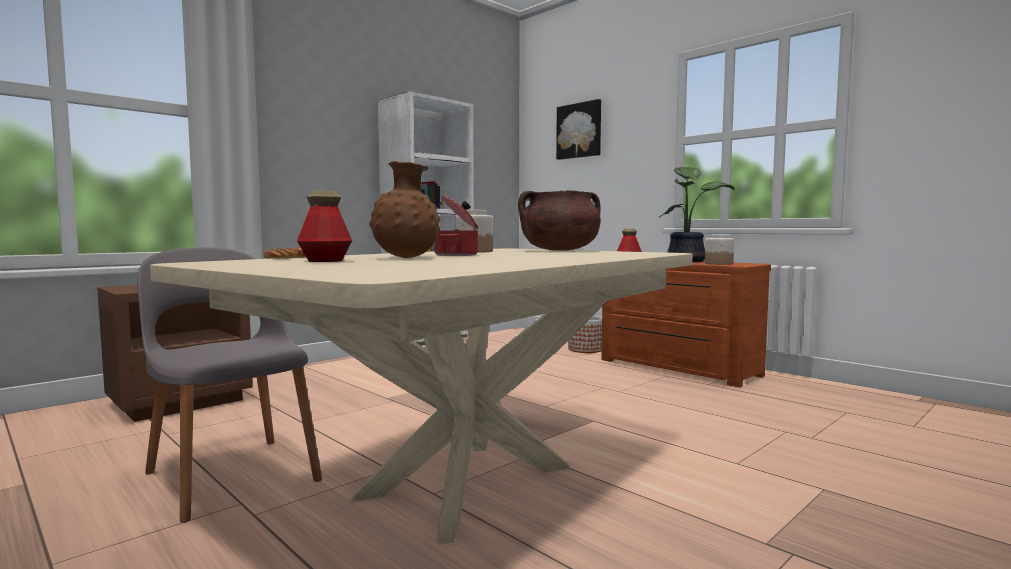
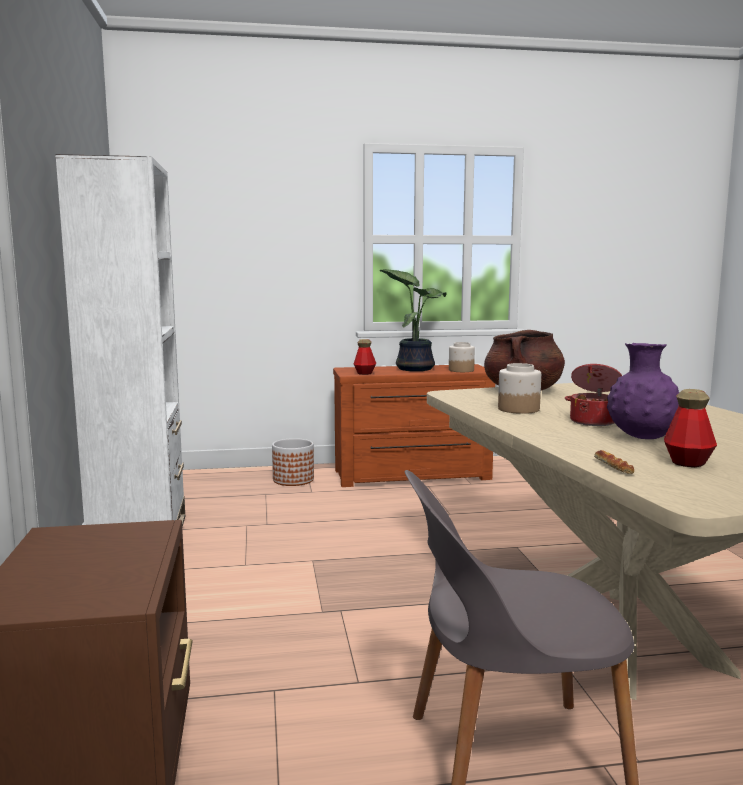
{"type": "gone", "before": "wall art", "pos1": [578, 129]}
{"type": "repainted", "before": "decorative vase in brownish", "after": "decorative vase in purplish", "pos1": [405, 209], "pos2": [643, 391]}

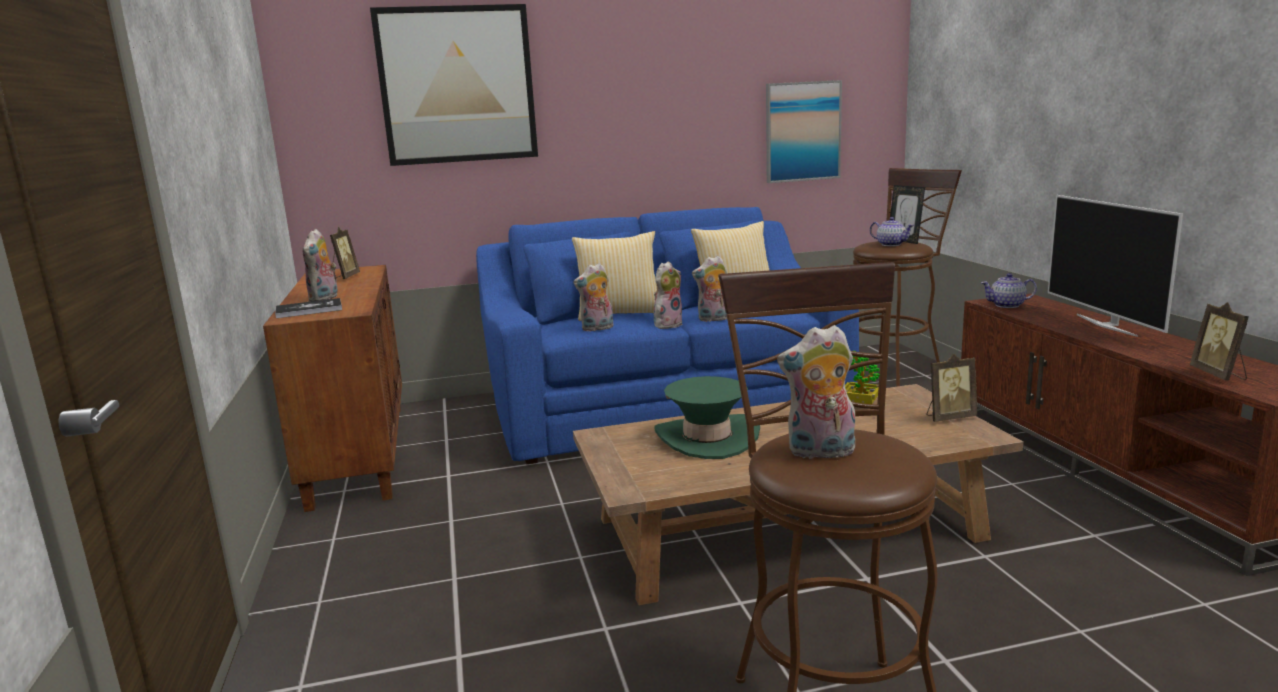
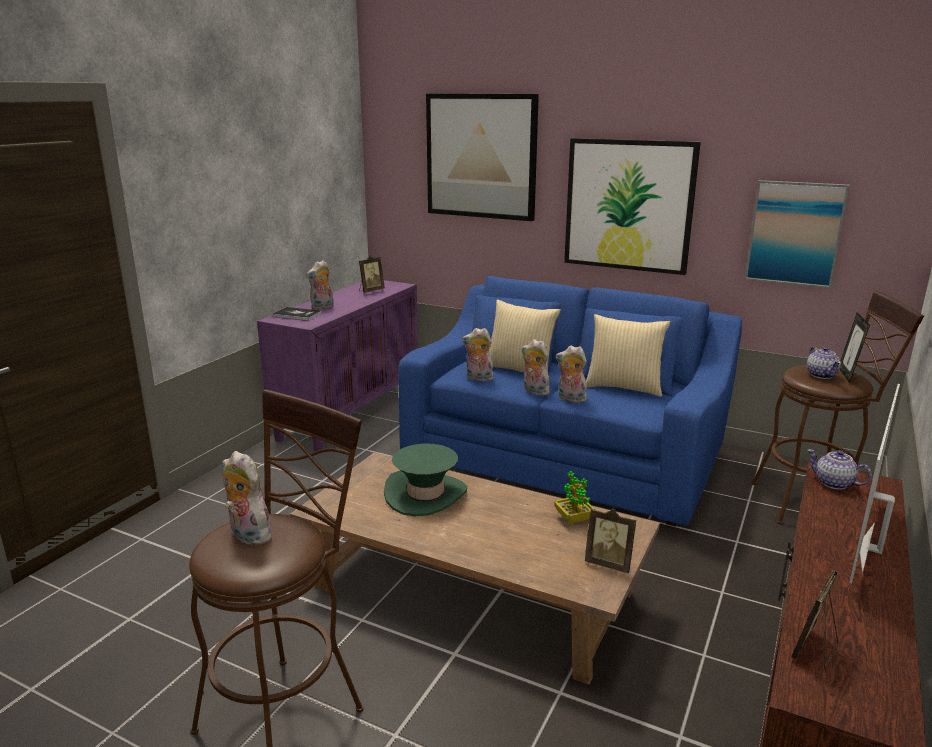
{"type": "new", "after": "wall art", "pos2": [632, 206]}
{"type": "repainted", "before": "cupboard in brownish", "after": "cupboard in purplish", "pos1": [332, 388], "pos2": [337, 365]}
{"type": "rotated", "before": "plush toy", "pos1": [668, 295], "pos2": [536, 367], "turn": -135}

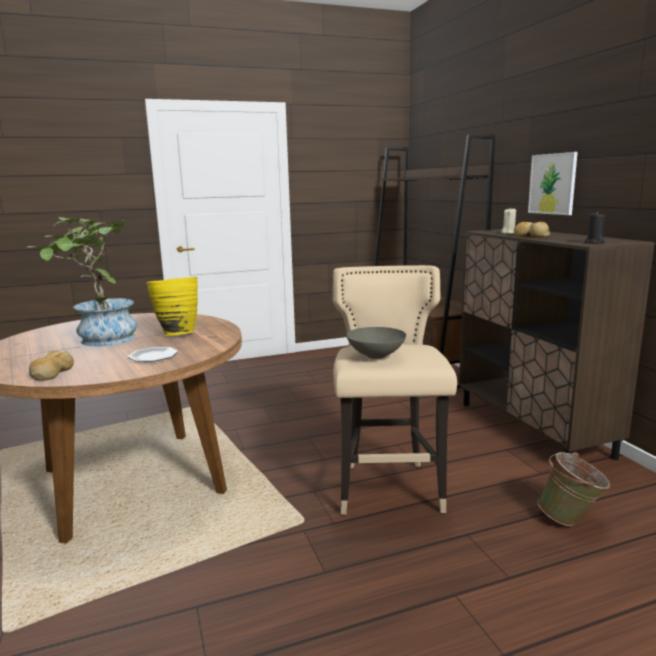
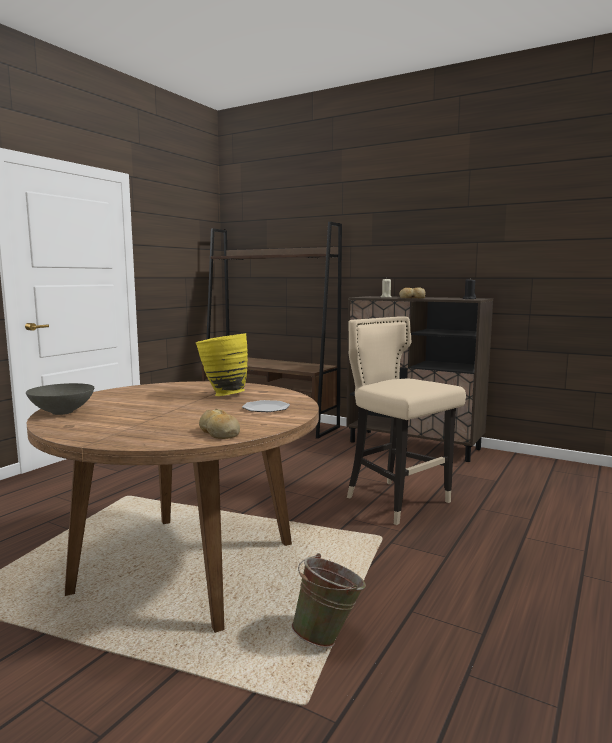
{"type": "gone", "before": "houseplant", "pos1": [82, 281]}
{"type": "gone", "before": "wall art", "pos1": [553, 183]}
{"type": "shifted", "before": "deep dish in grey", "pos1": [376, 343], "pos2": [60, 399]}
{"type": "shifted", "before": "water bucket in green", "pos1": [574, 489], "pos2": [328, 600]}

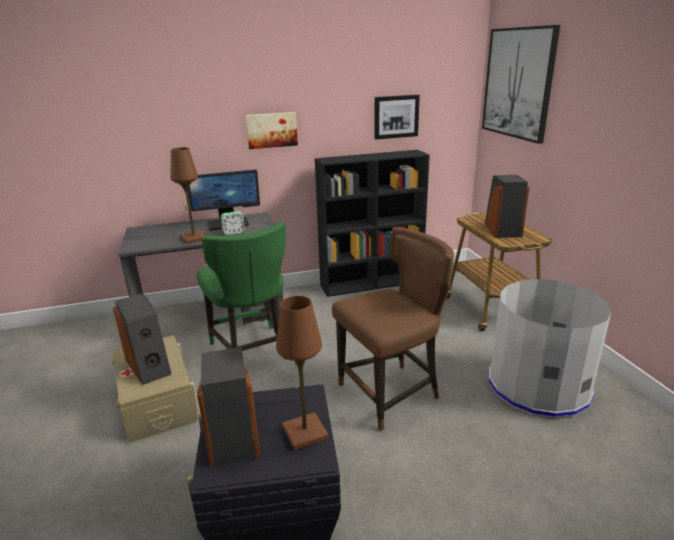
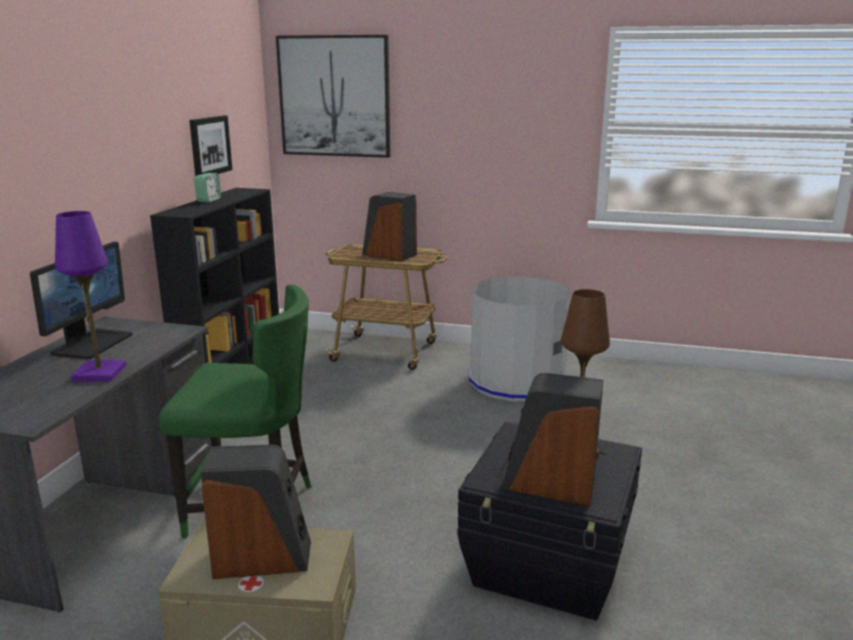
{"type": "gone", "before": "wall art", "pos1": [272, 130]}
{"type": "gone", "before": "chair in brownish", "pos1": [393, 329]}
{"type": "shifted", "before": "alarm clock", "pos1": [233, 223], "pos2": [207, 187]}
{"type": "repainted", "before": "table lamp in brownish", "after": "table lamp in purplish", "pos1": [188, 195], "pos2": [90, 296]}

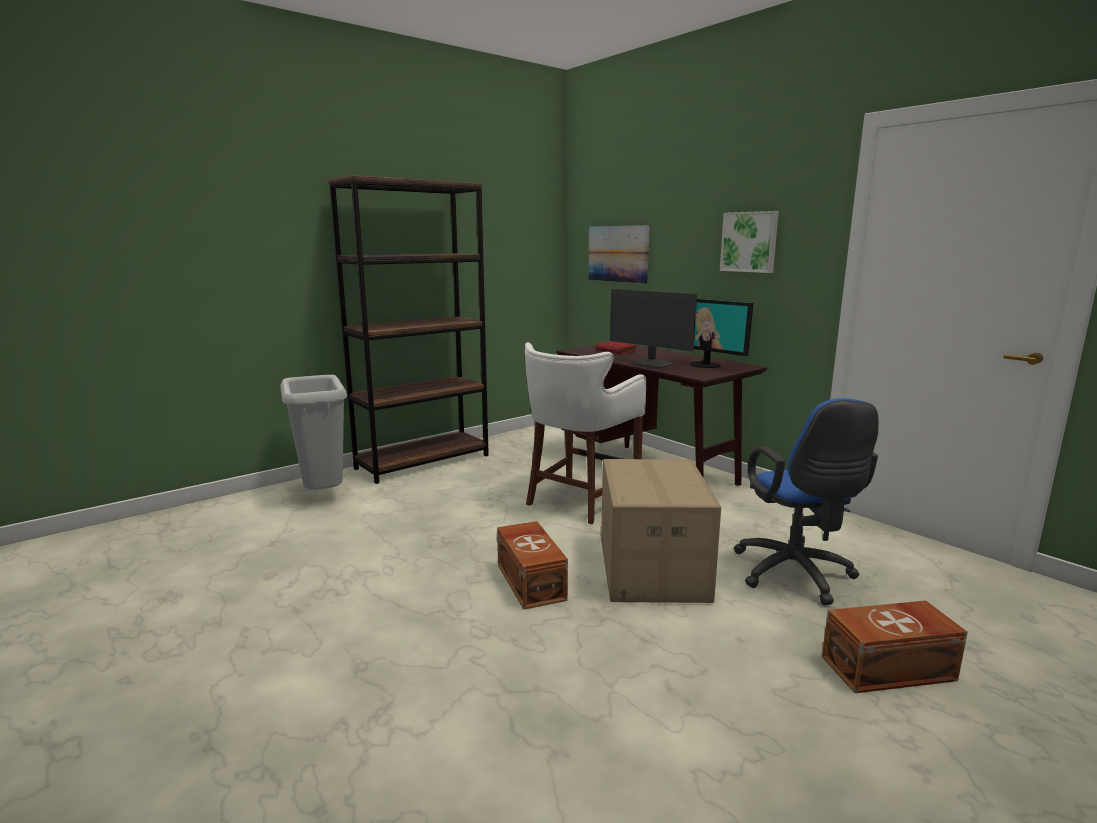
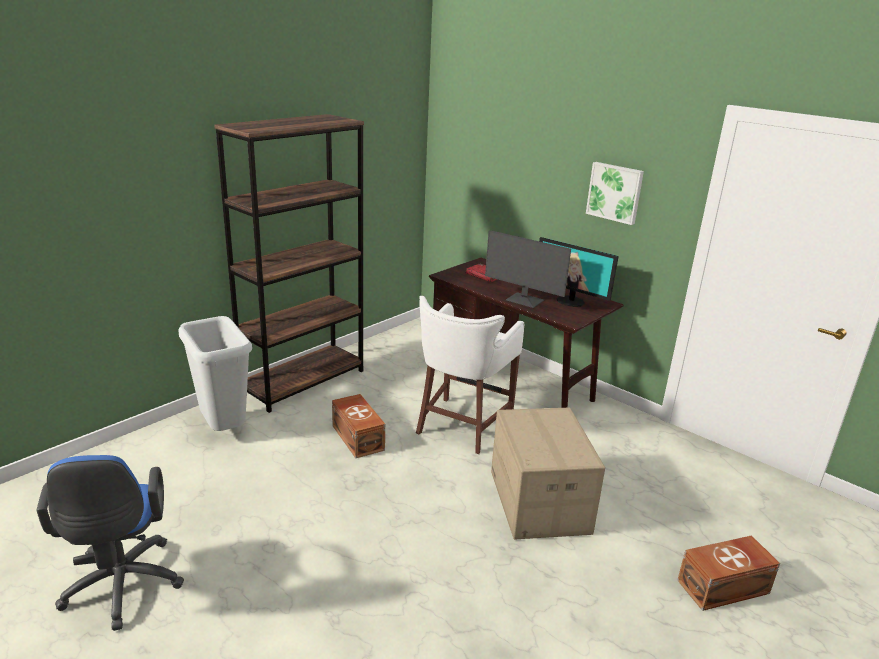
{"type": "gone", "before": "wall art", "pos1": [619, 254]}
{"type": "shifted", "before": "storage bin in brownish", "pos1": [532, 565], "pos2": [358, 426]}
{"type": "shifted", "before": "computer chair in blue", "pos1": [806, 501], "pos2": [110, 543]}

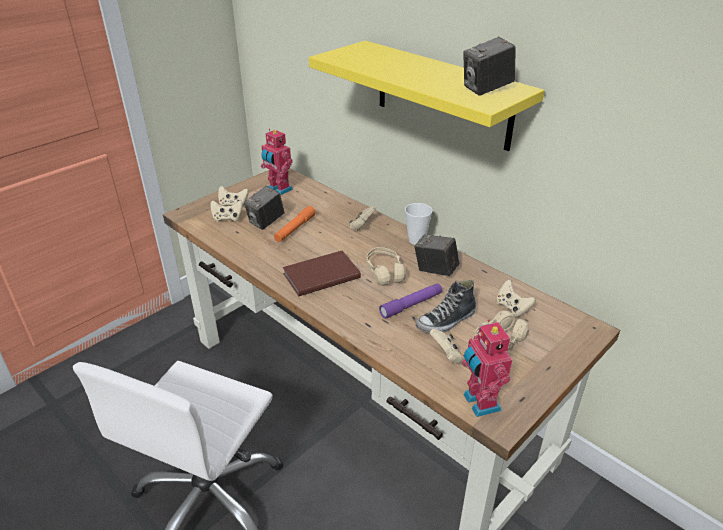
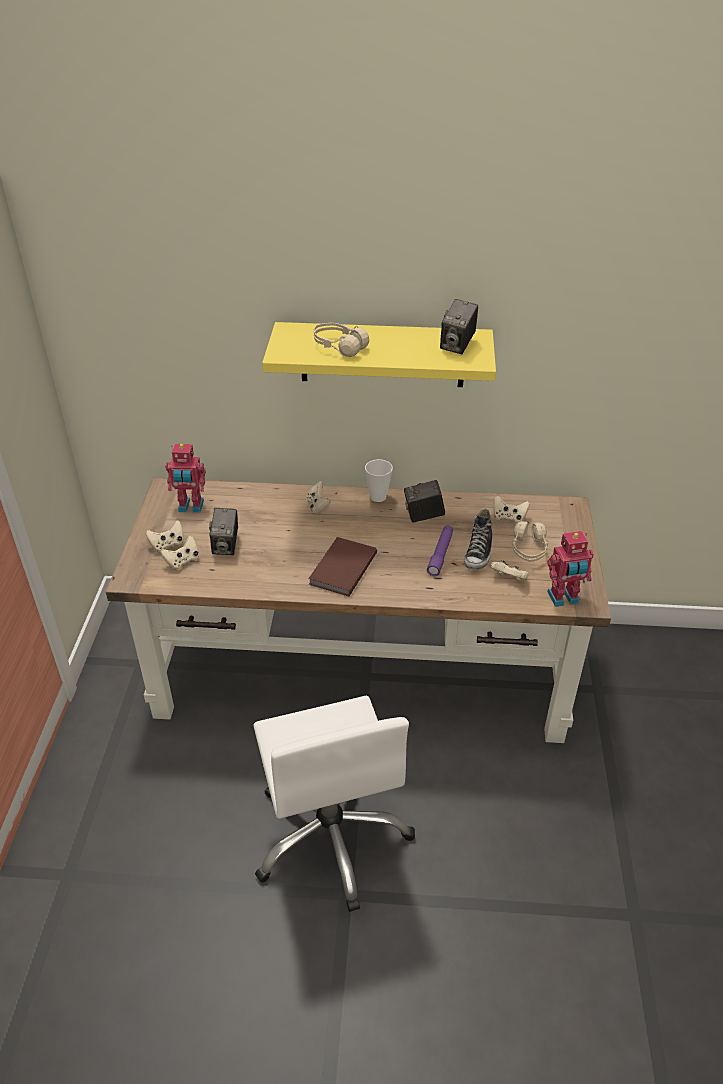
{"type": "gone", "before": "flashlight in orangey", "pos1": [295, 224]}
{"type": "shifted", "before": "headphones in beige", "pos1": [386, 266], "pos2": [341, 340]}
{"type": "rotated", "before": "toy robot", "pos1": [487, 368], "pos2": [570, 569], "turn": -45}

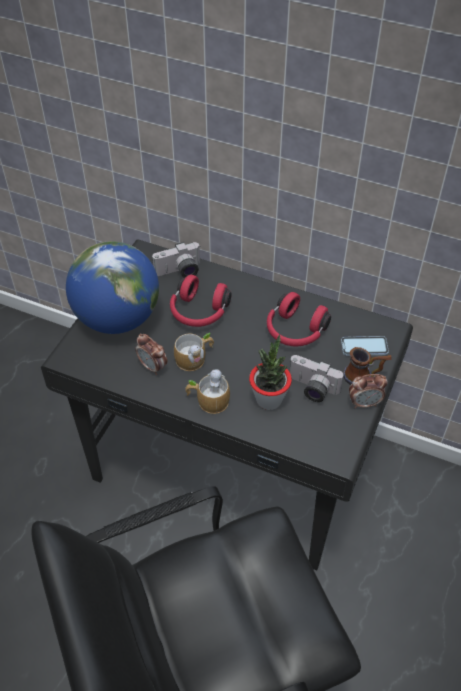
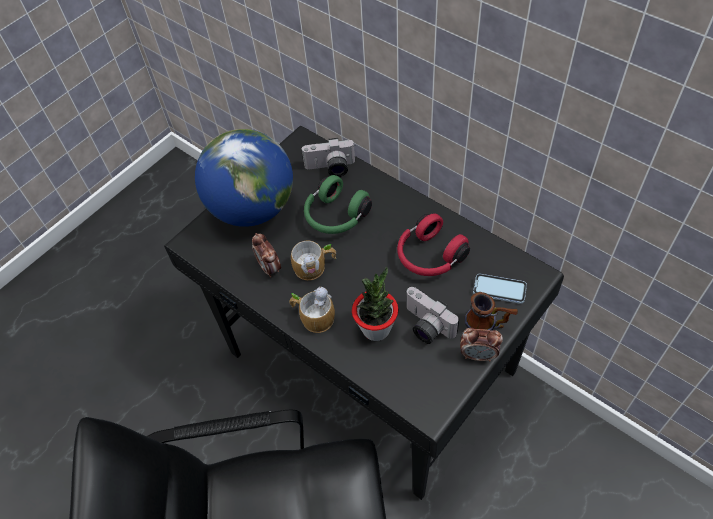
{"type": "repainted", "before": "headphones in red", "after": "headphones in green", "pos1": [201, 300], "pos2": [338, 204]}

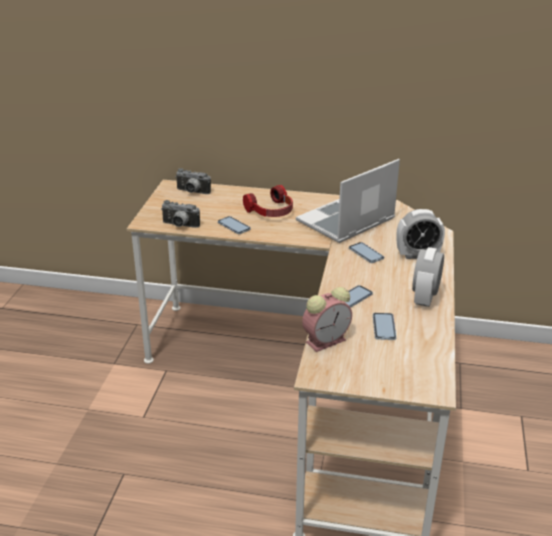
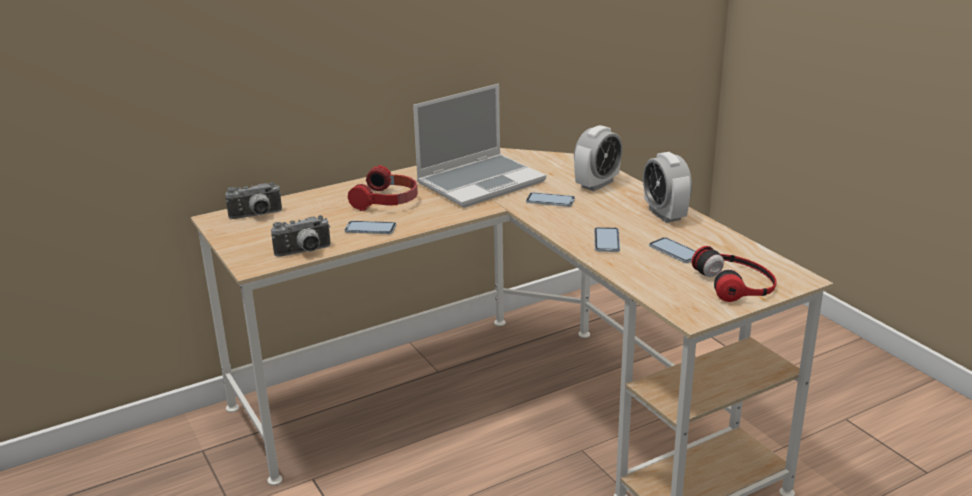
{"type": "gone", "before": "alarm clock", "pos1": [327, 319]}
{"type": "new", "after": "headphones", "pos2": [734, 274]}
{"type": "rotated", "before": "laptop", "pos1": [348, 201], "pos2": [479, 146], "turn": -135}

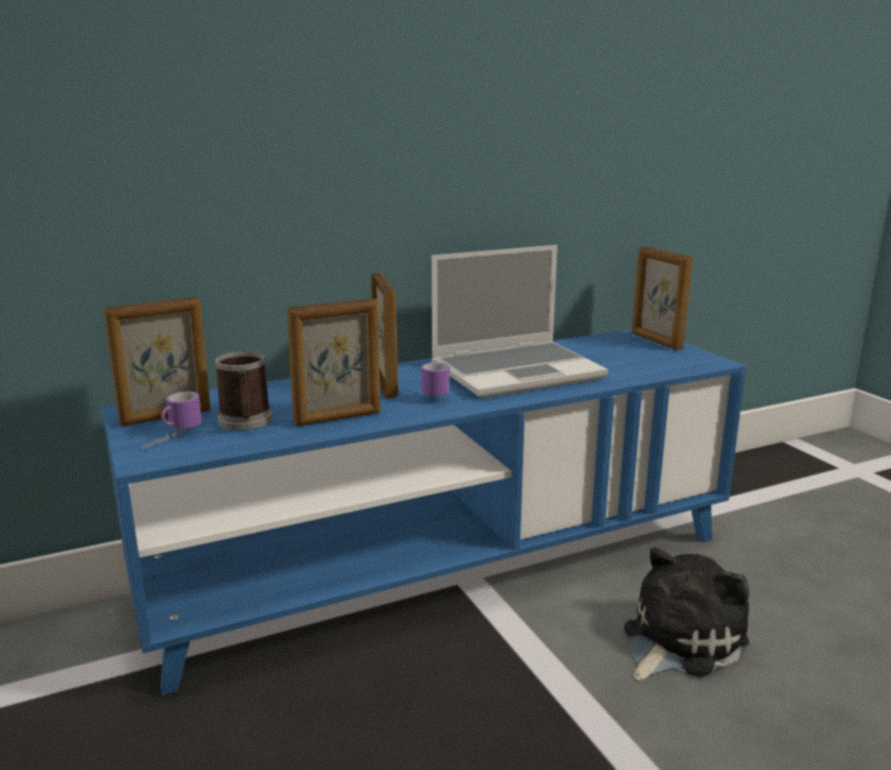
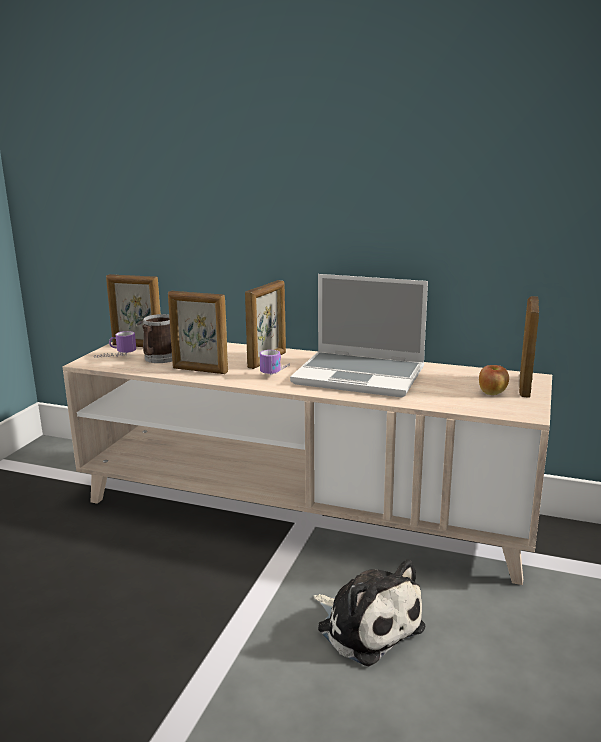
{"type": "new", "after": "apple", "pos2": [494, 380]}
{"type": "repainted", "before": "tv unit in blue", "after": "tv unit in beige", "pos1": [423, 512], "pos2": [307, 463]}
{"type": "rotated", "before": "plush toy", "pos1": [686, 614], "pos2": [369, 612], "turn": 45}

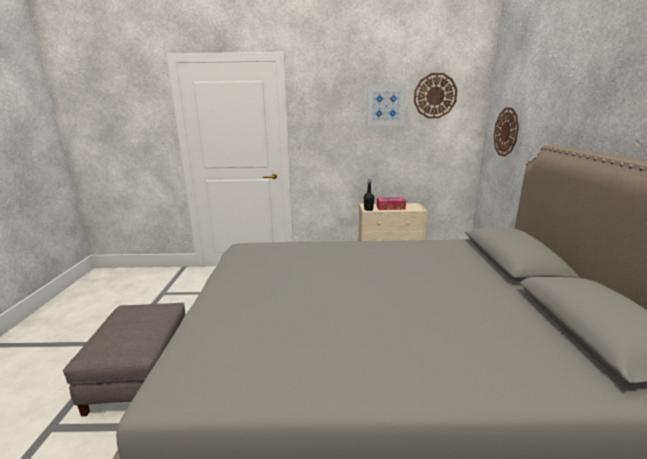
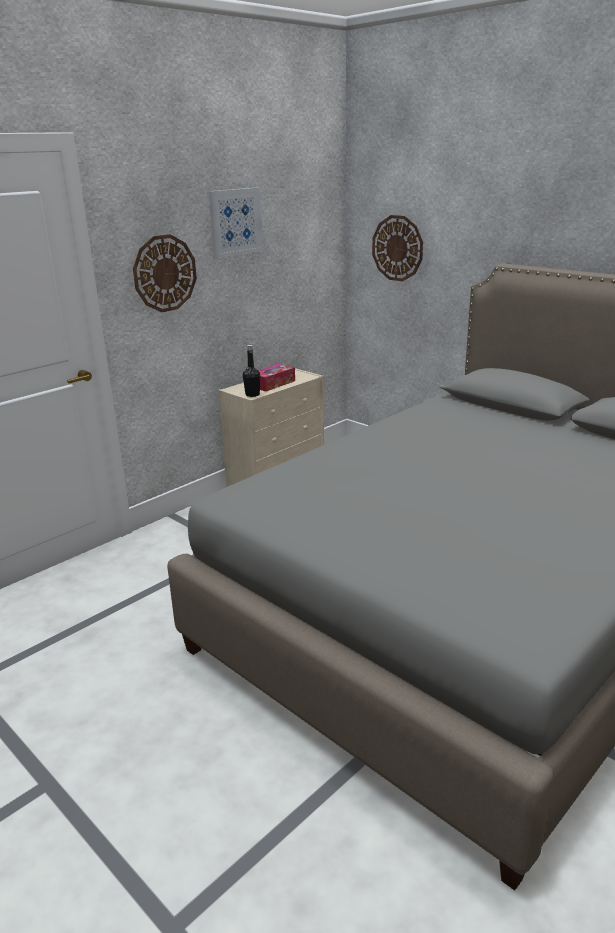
{"type": "gone", "before": "ottoman in grey", "pos1": [124, 359]}
{"type": "shifted", "before": "hanging clock", "pos1": [435, 95], "pos2": [165, 273]}

